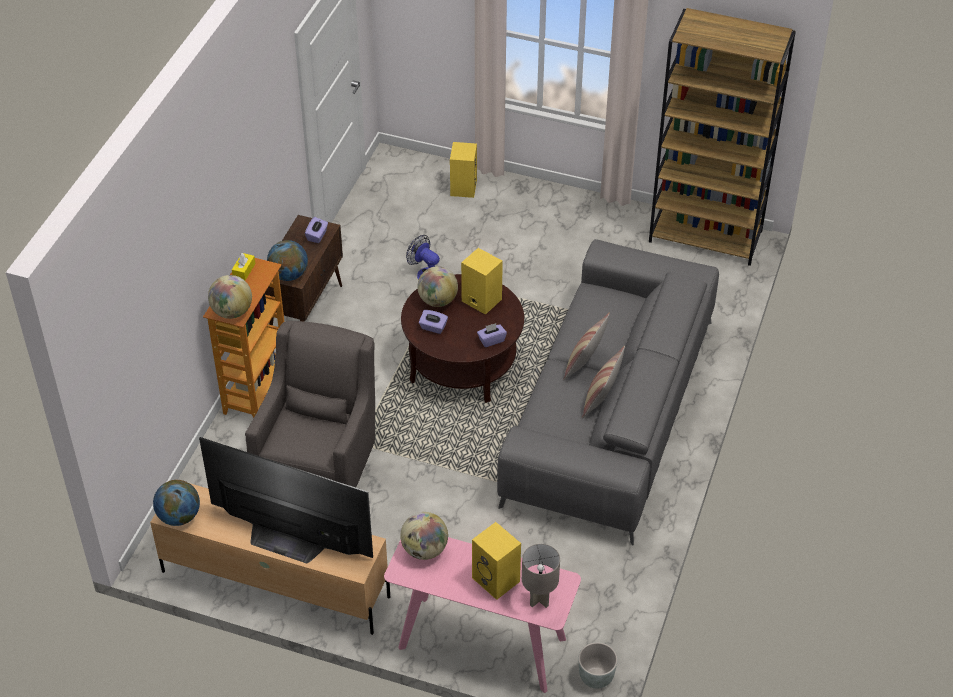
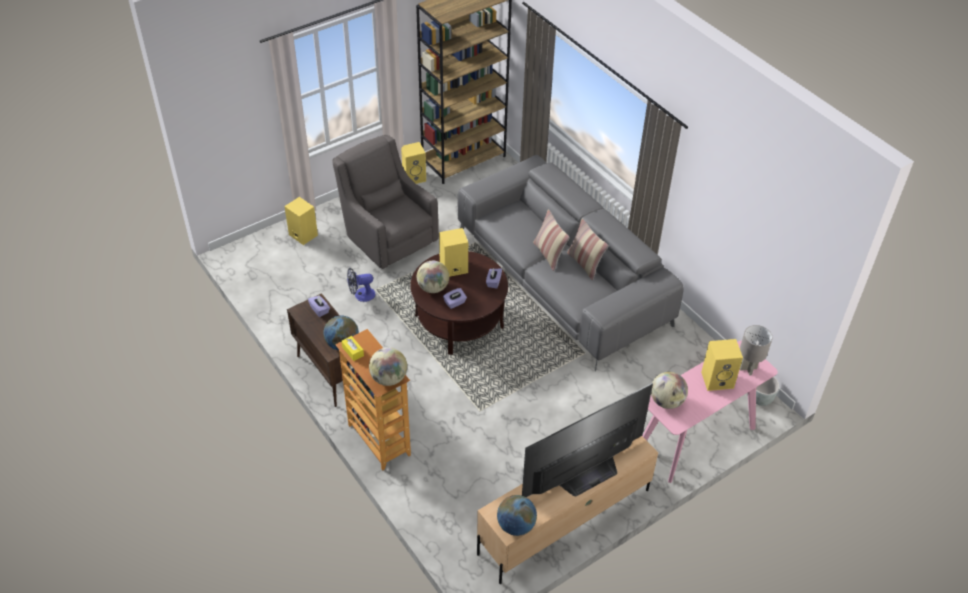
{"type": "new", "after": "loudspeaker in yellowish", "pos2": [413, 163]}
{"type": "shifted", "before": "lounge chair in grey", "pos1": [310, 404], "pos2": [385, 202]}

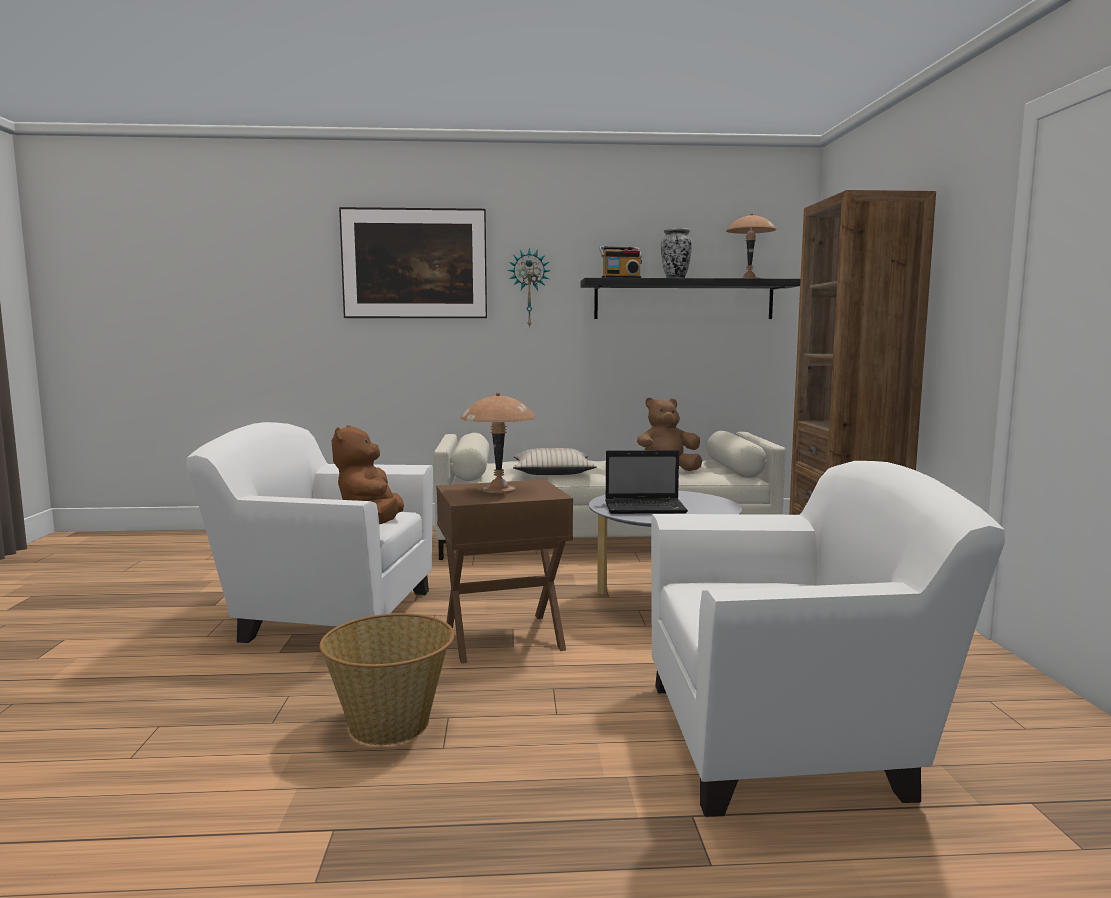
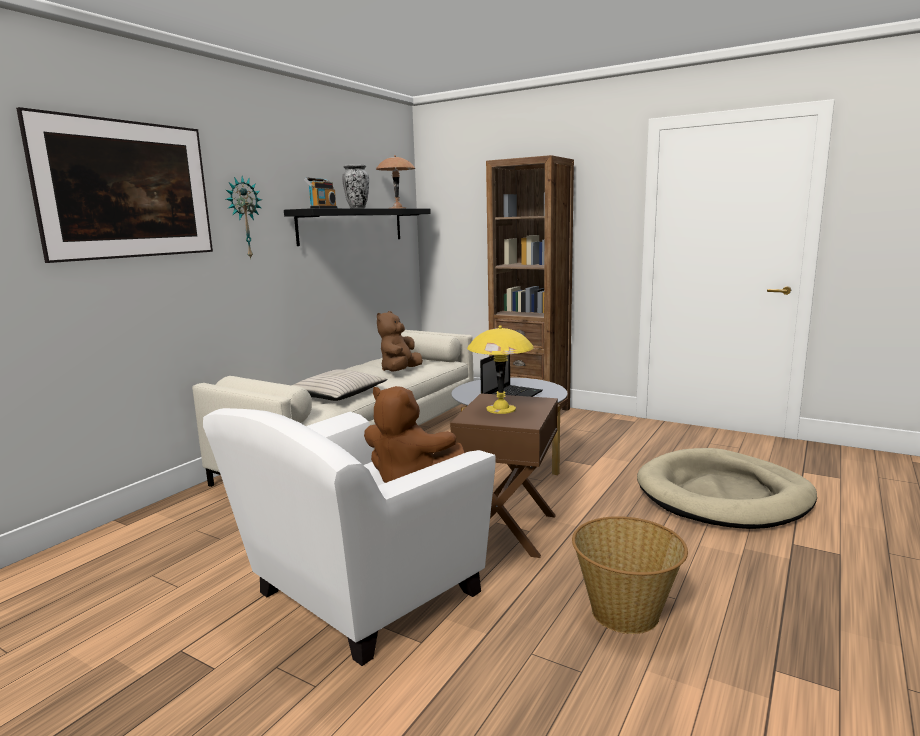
{"type": "swapped", "before": "lounge chair in whitish", "after": "pet bed in beige", "pos1": [828, 639], "pos2": [727, 488]}
{"type": "repainted", "before": "table lamp in brownish", "after": "table lamp in yellowish", "pos1": [498, 442], "pos2": [500, 369]}

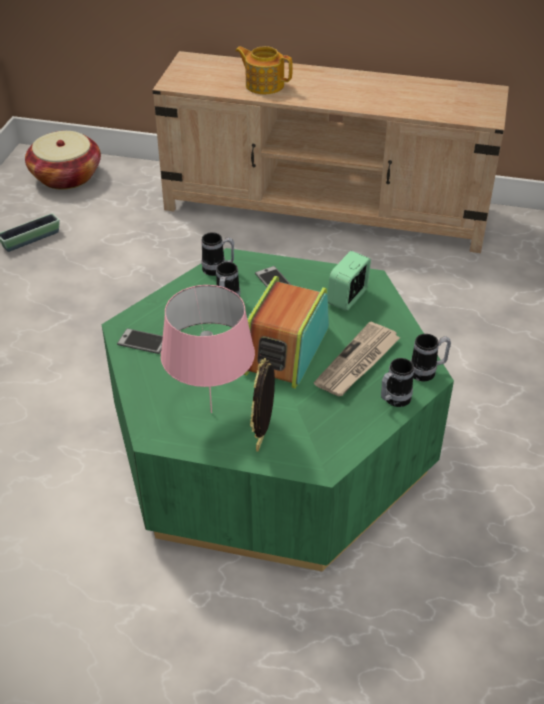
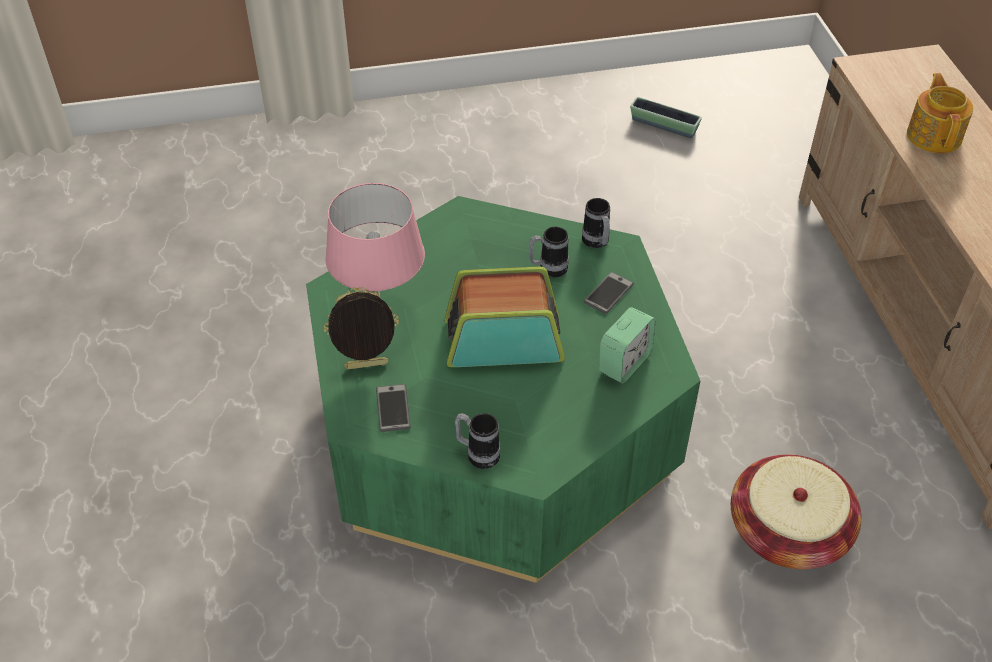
{"type": "gone", "before": "newspaper", "pos1": [357, 359]}
{"type": "gone", "before": "tea mug", "pos1": [431, 357]}
{"type": "shifted", "before": "household basket", "pos1": [63, 160], "pos2": [796, 511]}
{"type": "shifted", "before": "telephone", "pos1": [140, 341], "pos2": [393, 408]}
{"type": "rotated", "before": "alarm clock", "pos1": [349, 281], "pos2": [627, 345], "turn": 120}

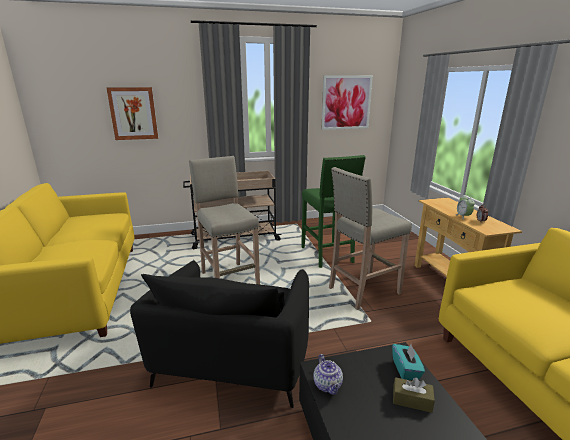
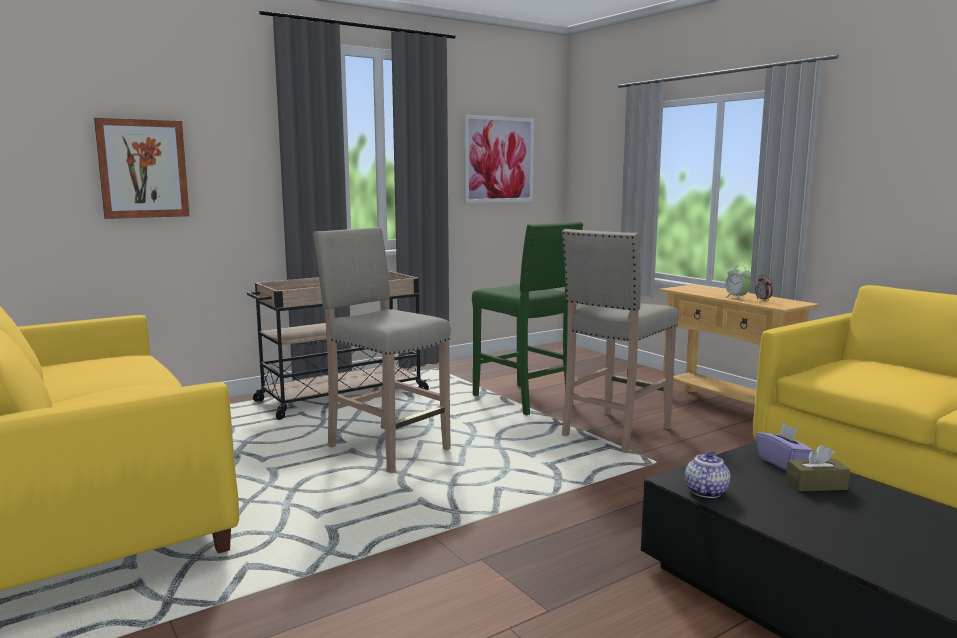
{"type": "gone", "before": "lounge chair in black-coloured", "pos1": [219, 334]}
{"type": "repainted", "before": "tissue holder in turquoise-coloured", "after": "tissue holder in purplish", "pos1": [408, 362], "pos2": [785, 446]}
{"type": "rotated", "before": "teapot", "pos1": [328, 374], "pos2": [708, 474], "turn": -120}

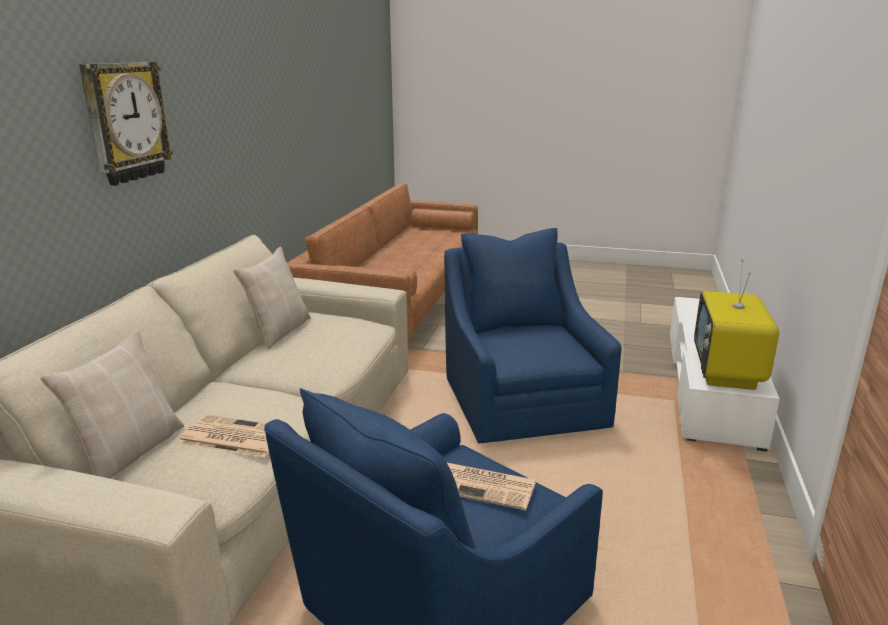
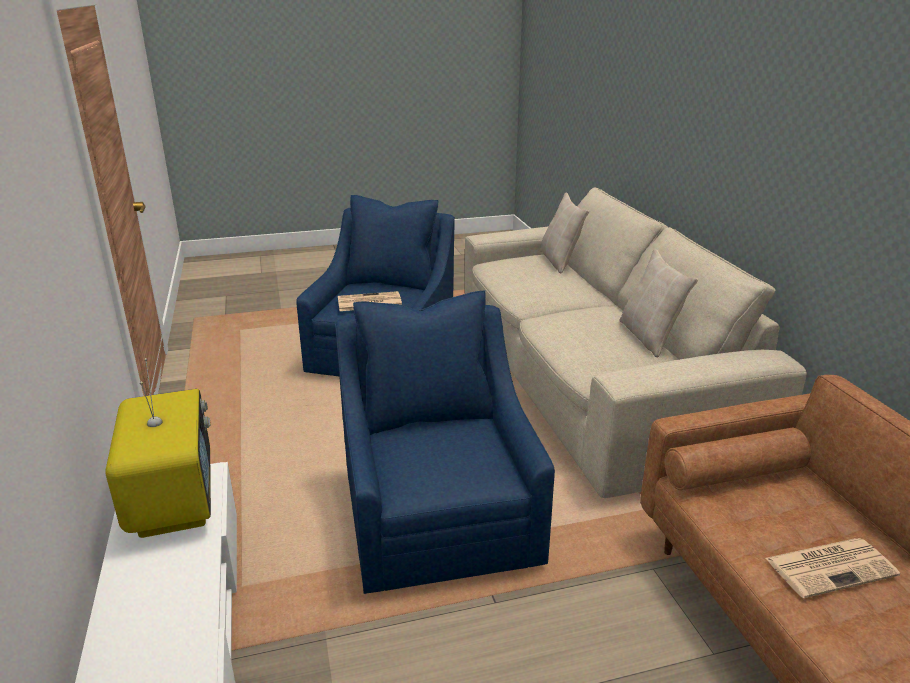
{"type": "gone", "before": "hanging clock", "pos1": [126, 124]}
{"type": "shifted", "before": "newspaper", "pos1": [223, 436], "pos2": [832, 568]}
{"type": "rotated", "before": "lounge chair in blue", "pos1": [532, 336], "pos2": [445, 442], "turn": -150}

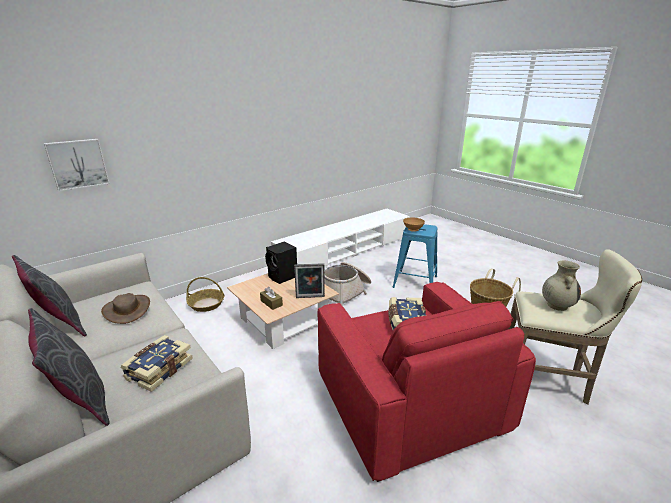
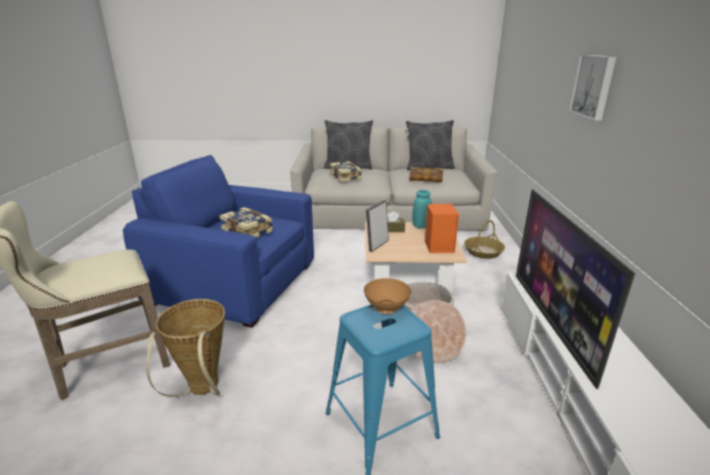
{"type": "gone", "before": "decorative vase in beige", "pos1": [561, 285]}
{"type": "new", "after": "decorative vase in turquoise-coloured", "pos2": [422, 209]}
{"type": "new", "after": "TV", "pos2": [575, 289]}
{"type": "shifted", "before": "wall art", "pos1": [77, 165], "pos2": [592, 88]}
{"type": "swapped", "before": "wearable hat in brownish", "after": "bound book", "pos1": [125, 308], "pos2": [426, 174]}
{"type": "repainted", "before": "loudspeaker in black-coloured", "after": "loudspeaker in orangey", "pos1": [281, 262], "pos2": [442, 228]}
{"type": "repainted", "before": "lounge chair in red", "after": "lounge chair in blue", "pos1": [427, 382], "pos2": [218, 241]}

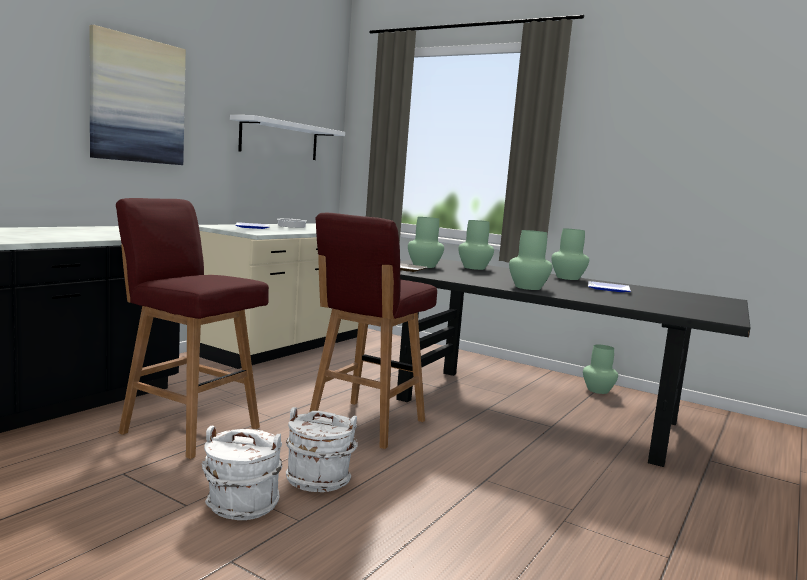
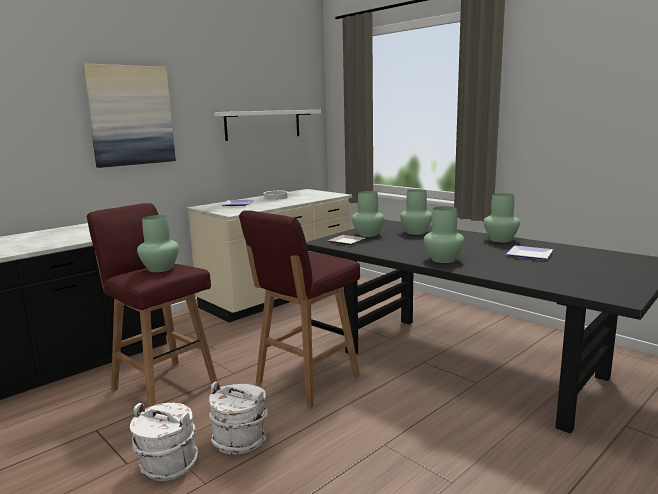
{"type": "shifted", "before": "decorative vase in green", "pos1": [600, 369], "pos2": [158, 243]}

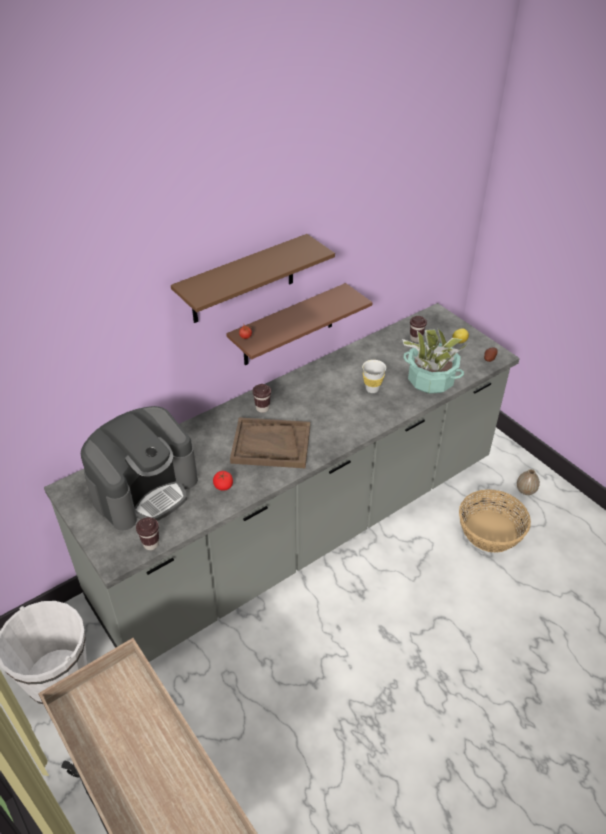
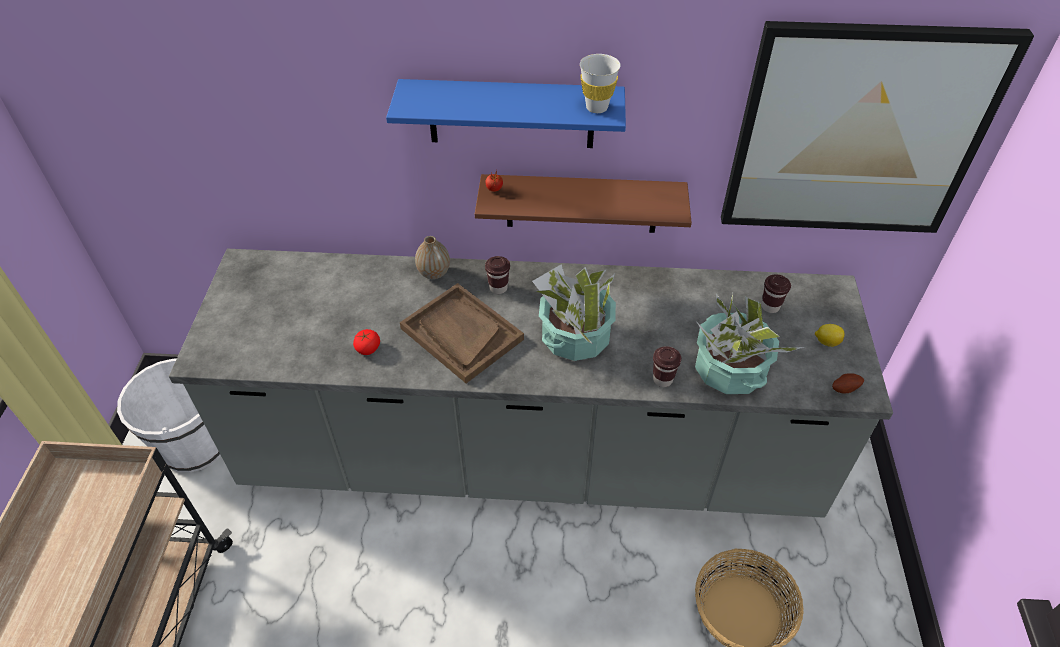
{"type": "gone", "before": "coffee brewer", "pos1": [139, 468]}
{"type": "new", "after": "houseplant", "pos2": [574, 312]}
{"type": "new", "after": "wall art", "pos2": [877, 127]}
{"type": "shifted", "before": "drinking cup in brownish", "pos1": [147, 533], "pos2": [667, 366]}
{"type": "shifted", "before": "drinking cup in whitish", "pos1": [374, 376], "pos2": [600, 83]}
{"type": "shifted", "before": "decorative vase", "pos1": [528, 482], "pos2": [432, 257]}
{"type": "repainted", "before": "bracket shelf in brownish", "after": "bracket shelf in blue", "pos1": [253, 278], "pos2": [506, 113]}

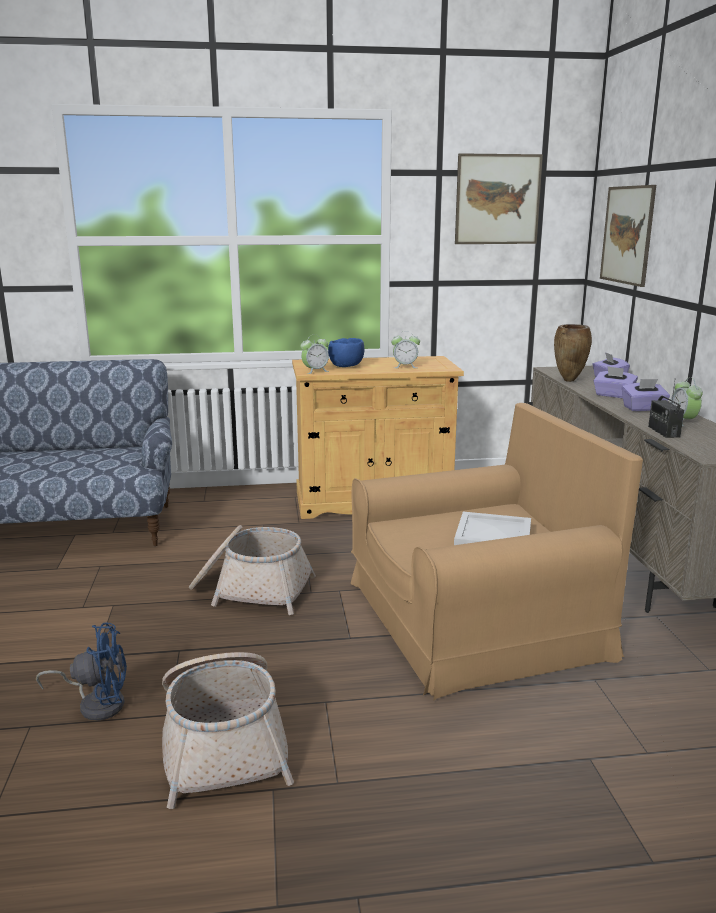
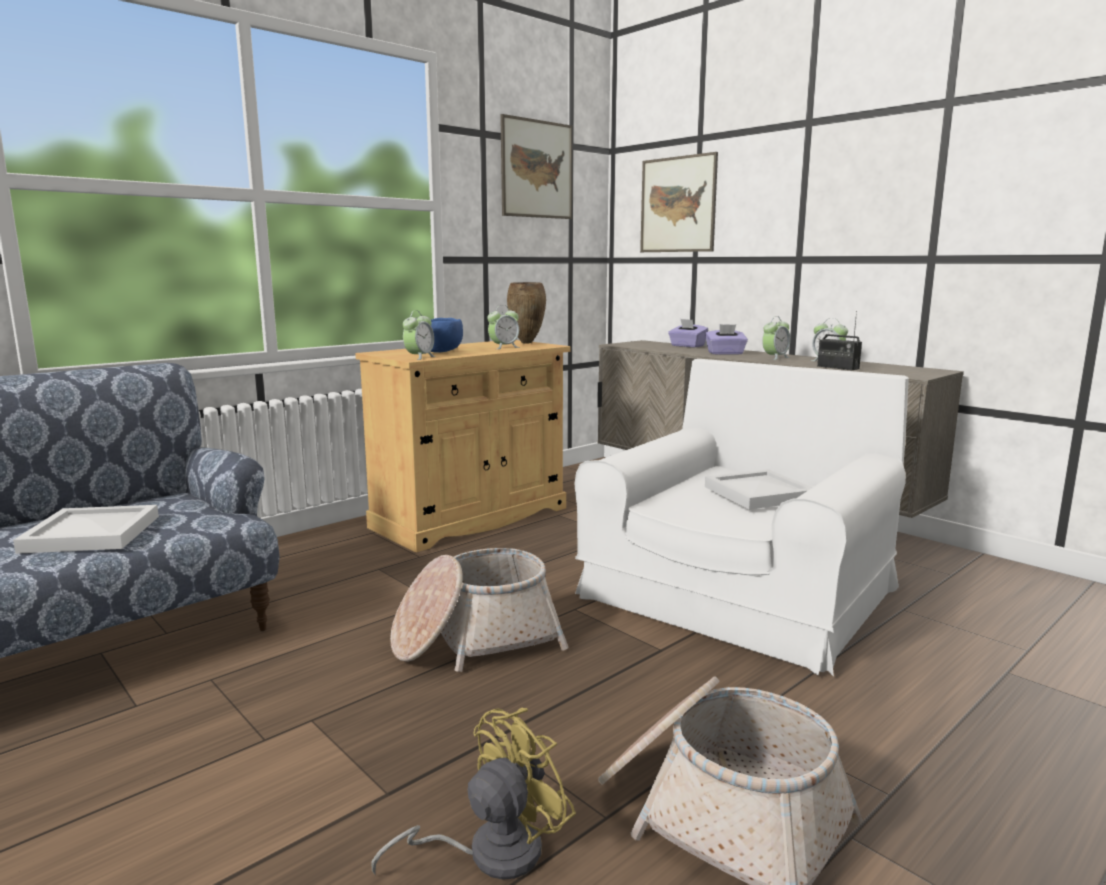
{"type": "new", "after": "carrying tray in whitish", "pos2": [86, 529]}
{"type": "shifted", "before": "decorative vase in brownish", "pos1": [573, 353], "pos2": [526, 313]}
{"type": "swapped", "before": "tissue holder in purplish", "after": "alarm clock", "pos1": [646, 395], "pos2": [776, 338]}
{"type": "repainted", "before": "electric fan in blue", "after": "electric fan in yellowish", "pos1": [81, 672], "pos2": [473, 794]}
{"type": "repainted", "before": "lounge chair in brownish", "after": "lounge chair in whitish", "pos1": [497, 551], "pos2": [741, 517]}

